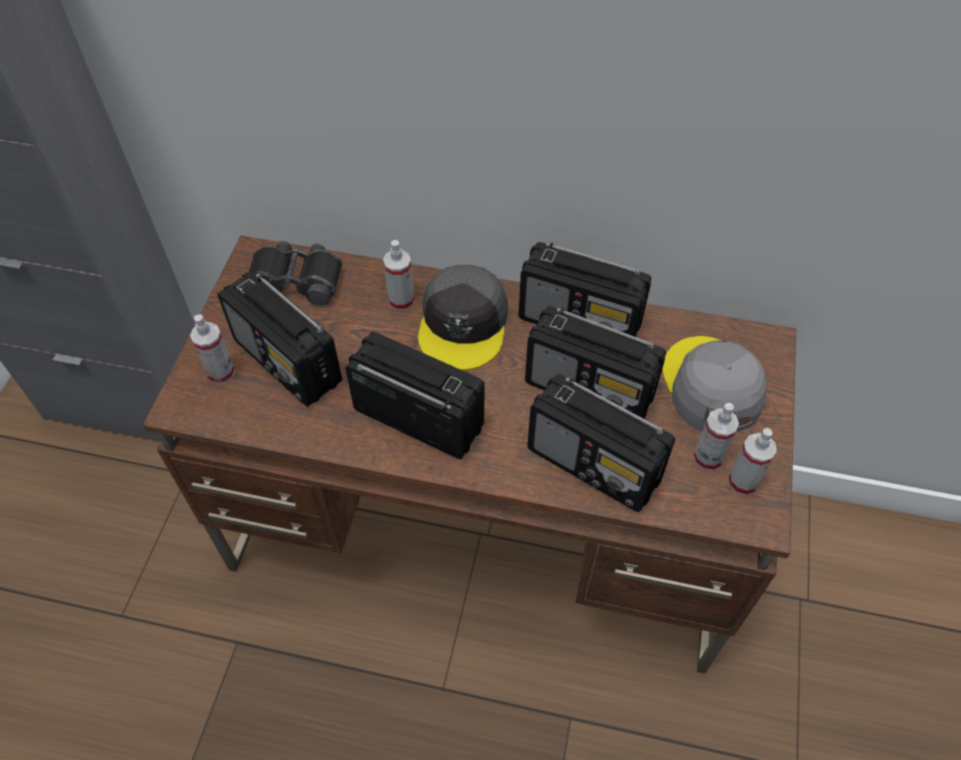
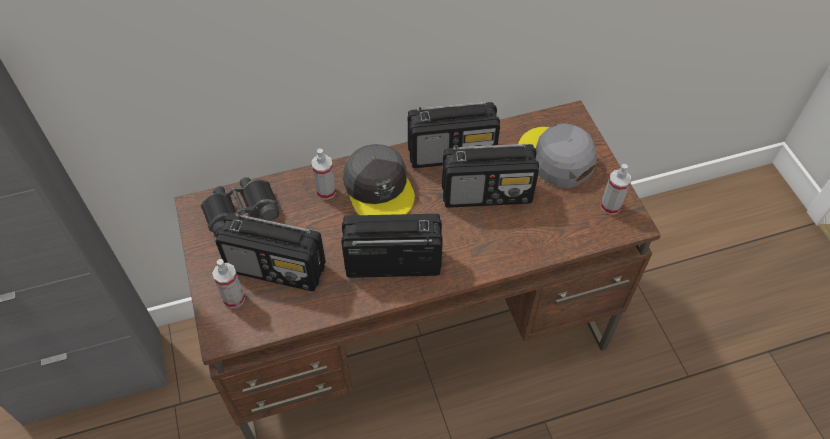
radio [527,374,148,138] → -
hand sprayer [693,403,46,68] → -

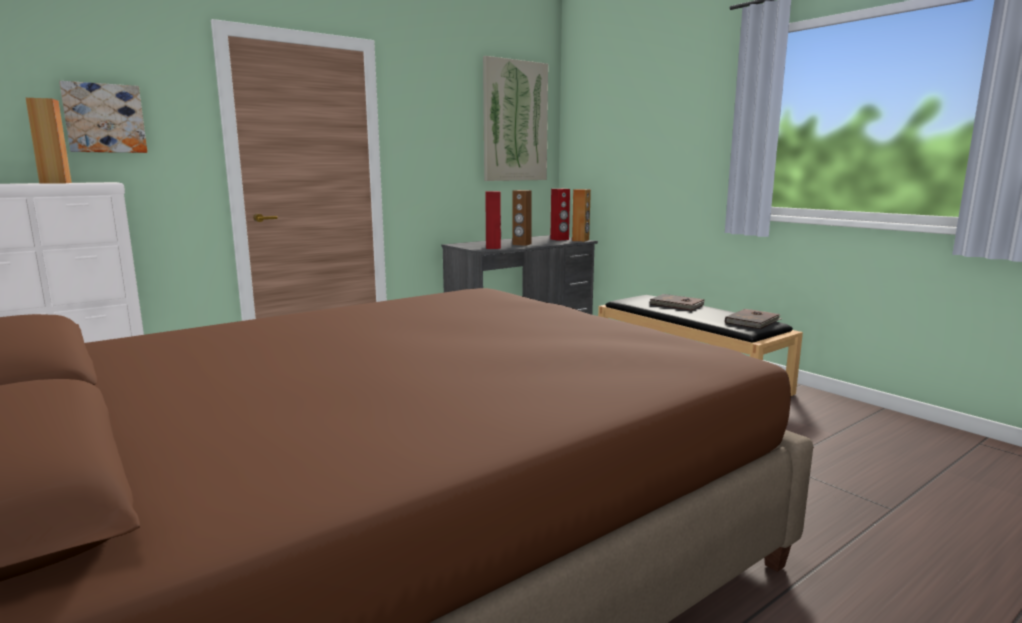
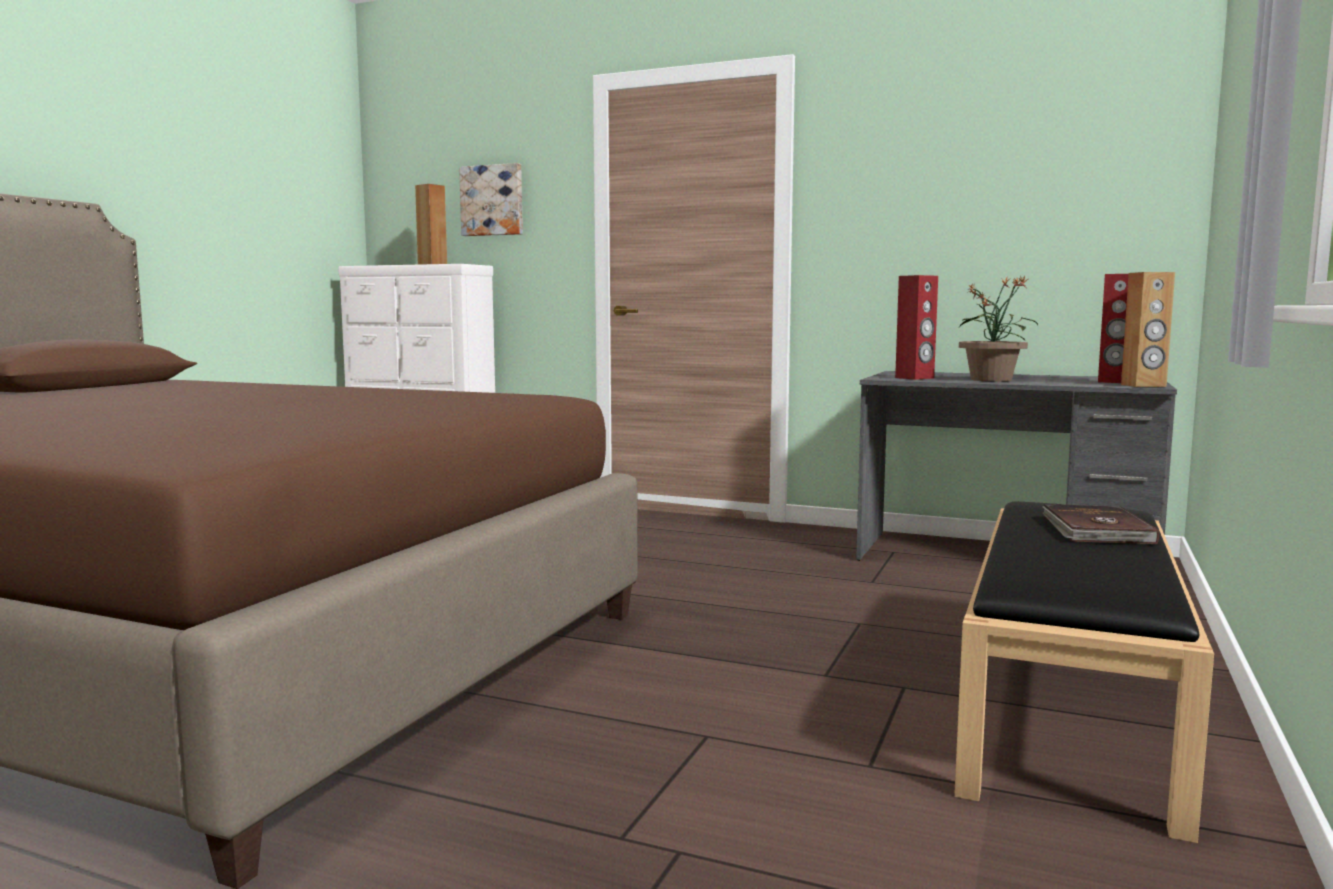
wall picture [483,56,65,125] → -
speaker/brown [512,190,20,56] → plant in a pot [959,276,79,105]
book/brown [725,309,58,20] → -

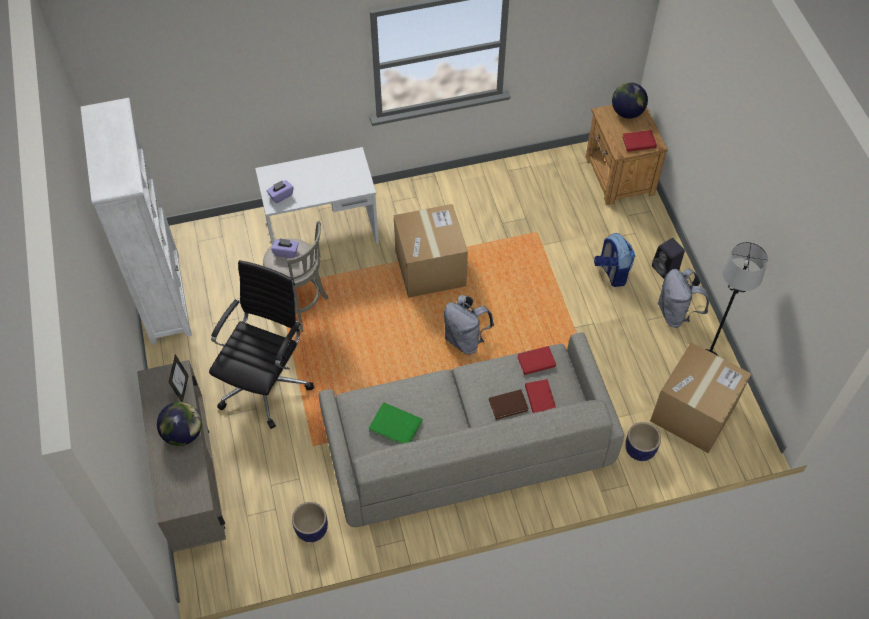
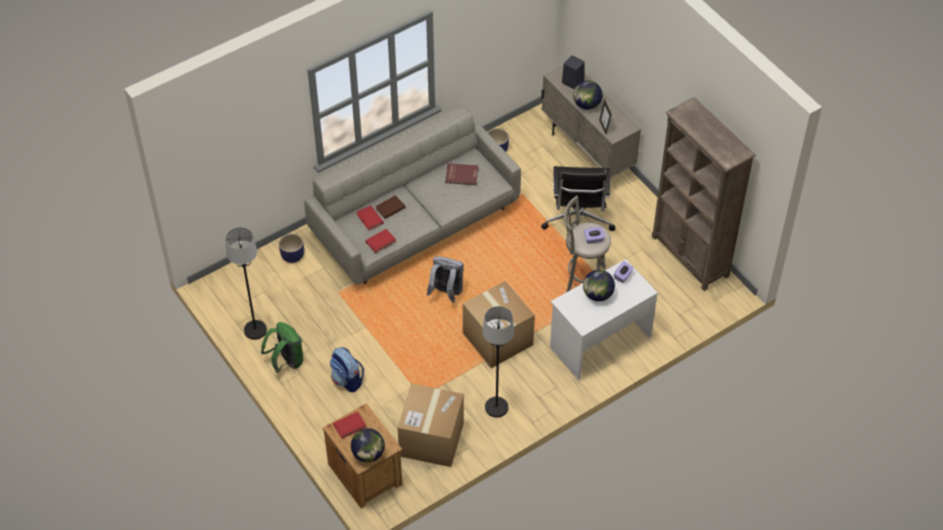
bookshelf/white-coloured [81,98,111,246] → bookshelf/brown [652,97,104,194]
speaker/black-coloured [652,238,33,40] → speaker/black-coloured [562,55,23,34], moved
knapsack/greyish [658,269,51,59] → knapsack/green-coloured [261,322,42,51]
carton [650,342,102,111] → carton [398,383,66,84], moved
book/green-coloured [368,402,55,42] → book/red [445,163,33,22]
- → globe [583,270,32,32]
- → standard lamp/black-coloured [482,306,32,111]

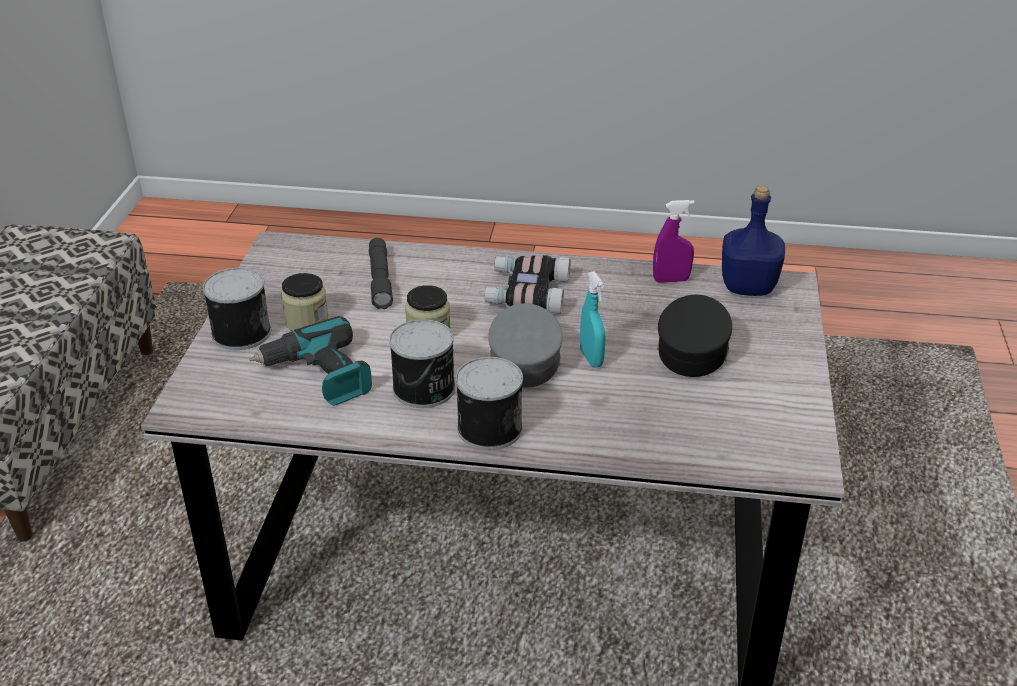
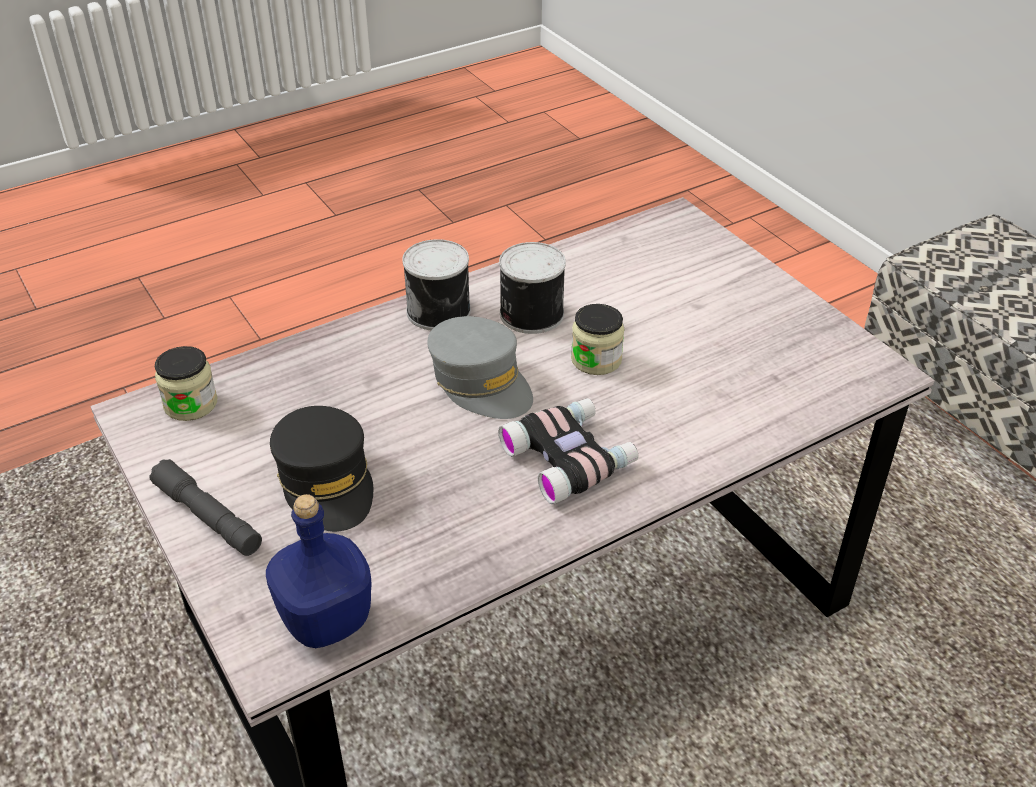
hand sprayer/purplish [653,200,42,83] → -
flashlight/greyish [369,238,24,71] → flashlight/greyish [149,459,113,97], moved
can [203,268,68,82] → -
hand sprayer/turquoise-coloured [580,271,26,96] → -
storage jar [281,273,48,58] → storage jar [155,346,62,75], moved
drill [249,316,123,90] → -

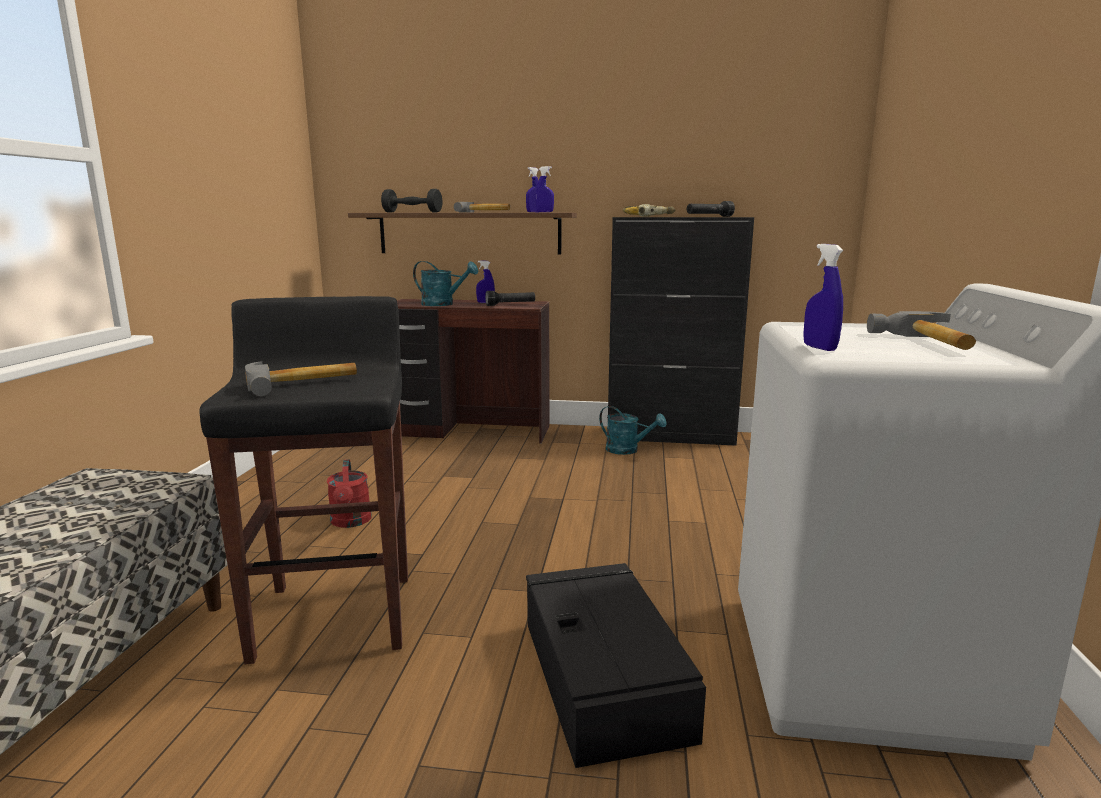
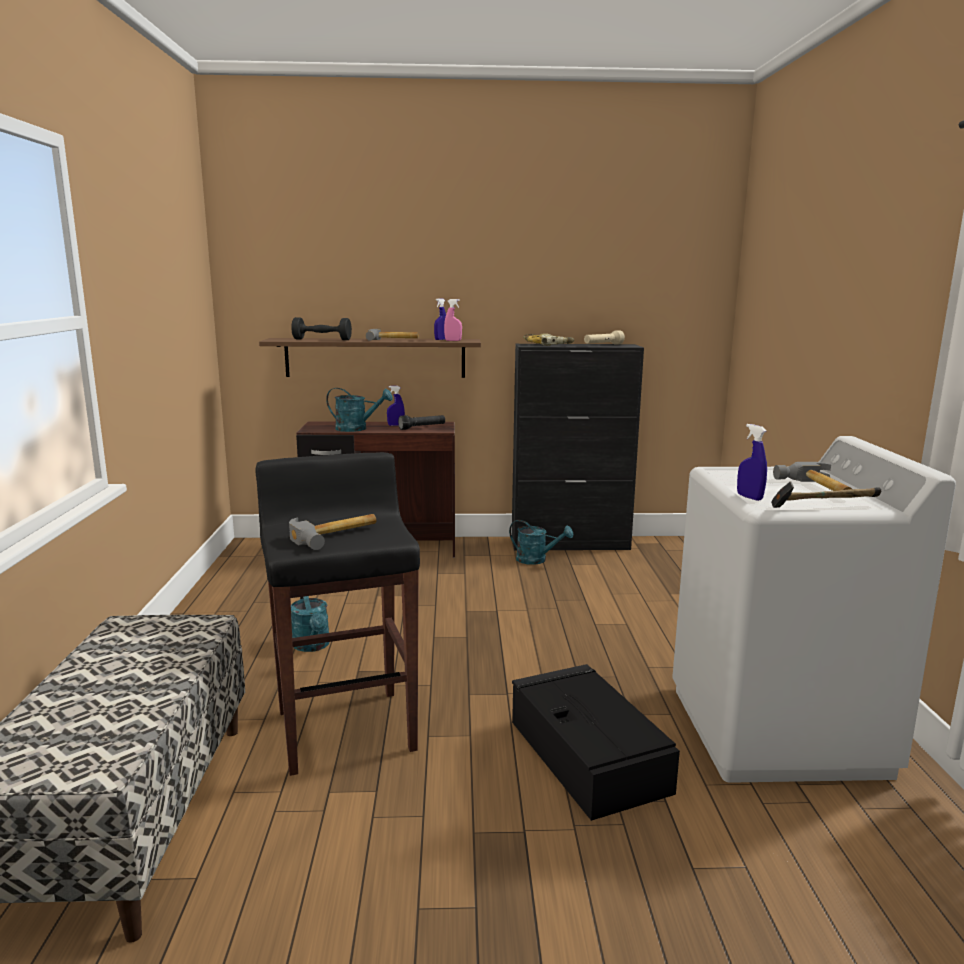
hand sprayer/blue-coloured [536,166,18,46] → hand sprayer/pink-coloured [444,299,18,42]
flashlight/black-coloured [687,201,48,16] → flashlight/beige-coloured [584,330,41,15]
watering can/red [327,459,45,69] → watering can/turquoise-coloured [291,596,39,56]
- → hand hammer [771,481,110,27]

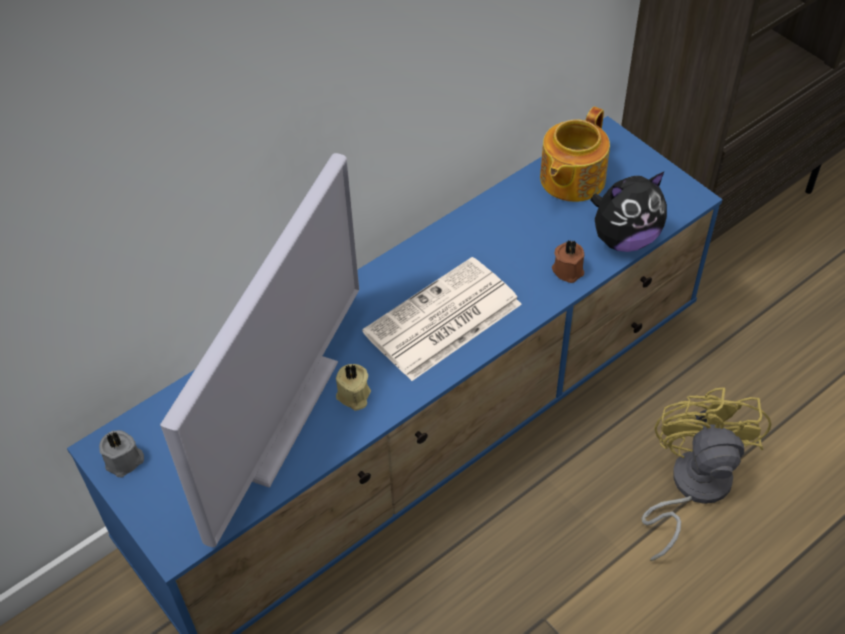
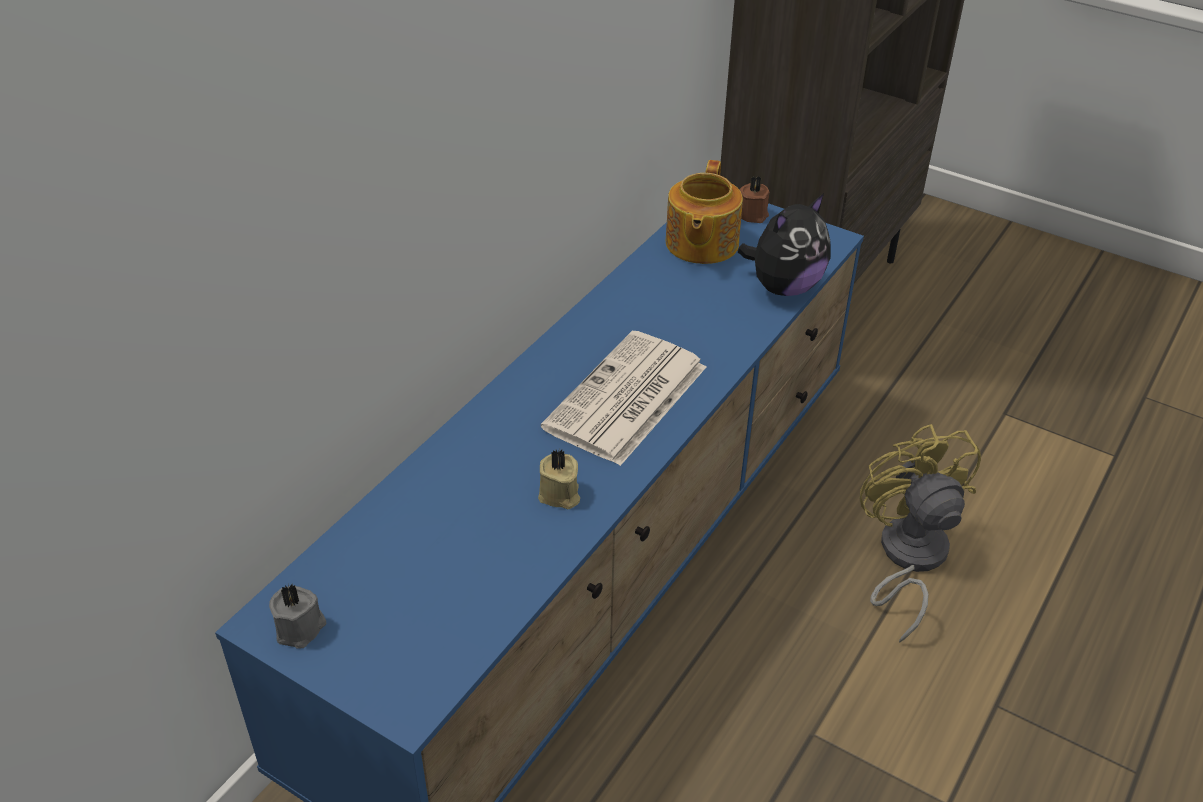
TV [160,153,199,394] → -
candle/brown [552,239,32,44] → candle/brown [739,176,31,47], moved

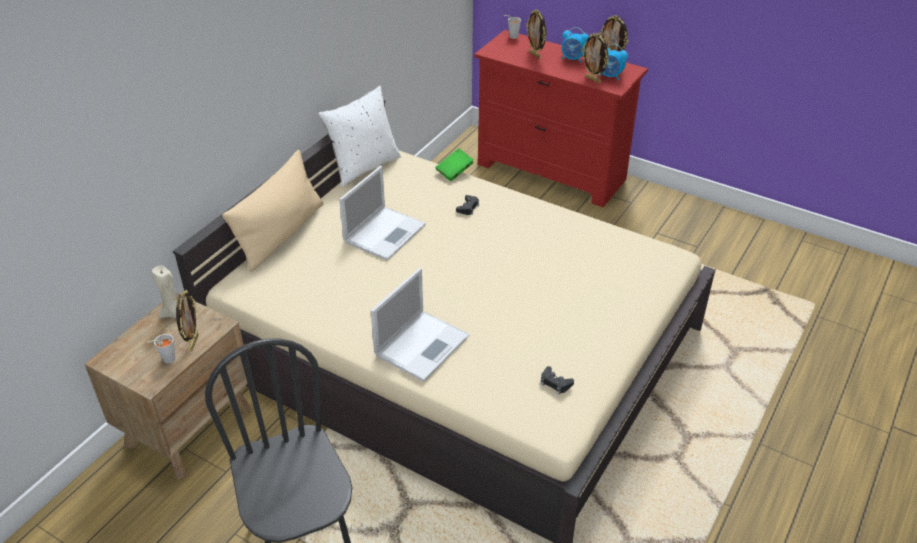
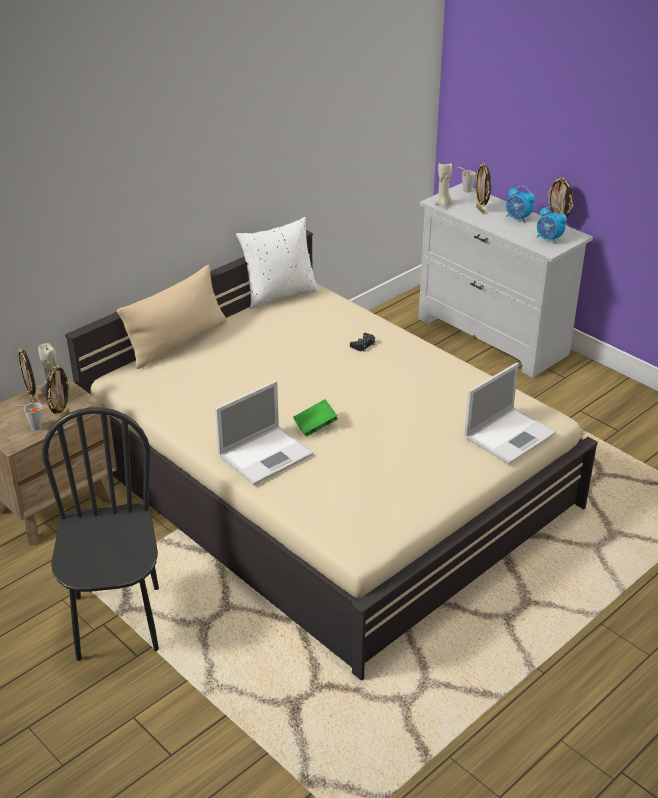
drawer chest/red [474,30,174,177] → drawer chest/white-coloured [418,183,175,195]
photo frame [582,33,27,50] → photo frame [18,349,18,54], moved
book/green-coloured [435,148,39,33] → book/green-coloured [293,399,45,38], moved
notebook computer [339,166,87,95] → notebook computer [464,363,92,102], moved
gamepad/black-coloured [541,366,33,28] → -
- → candle/beige-coloured [435,162,17,46]

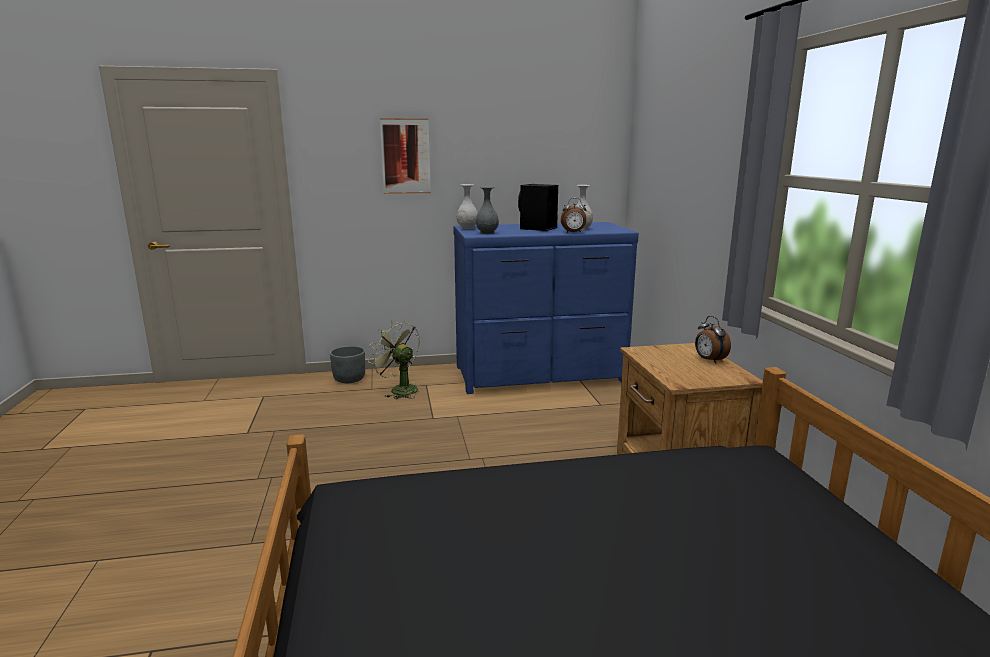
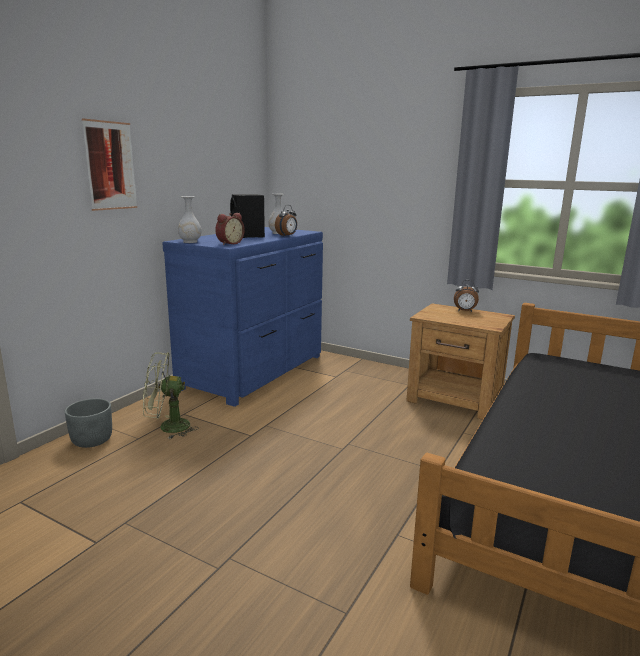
decorative vase/greyish [476,187,23,47] → bedside clock [215,213,30,32]

